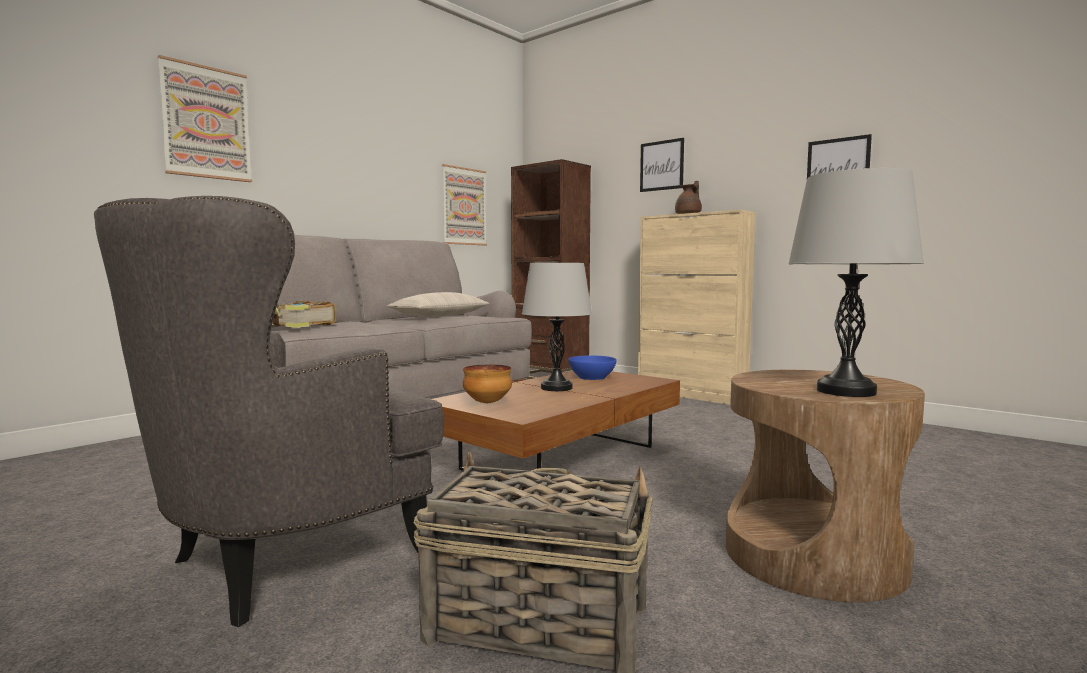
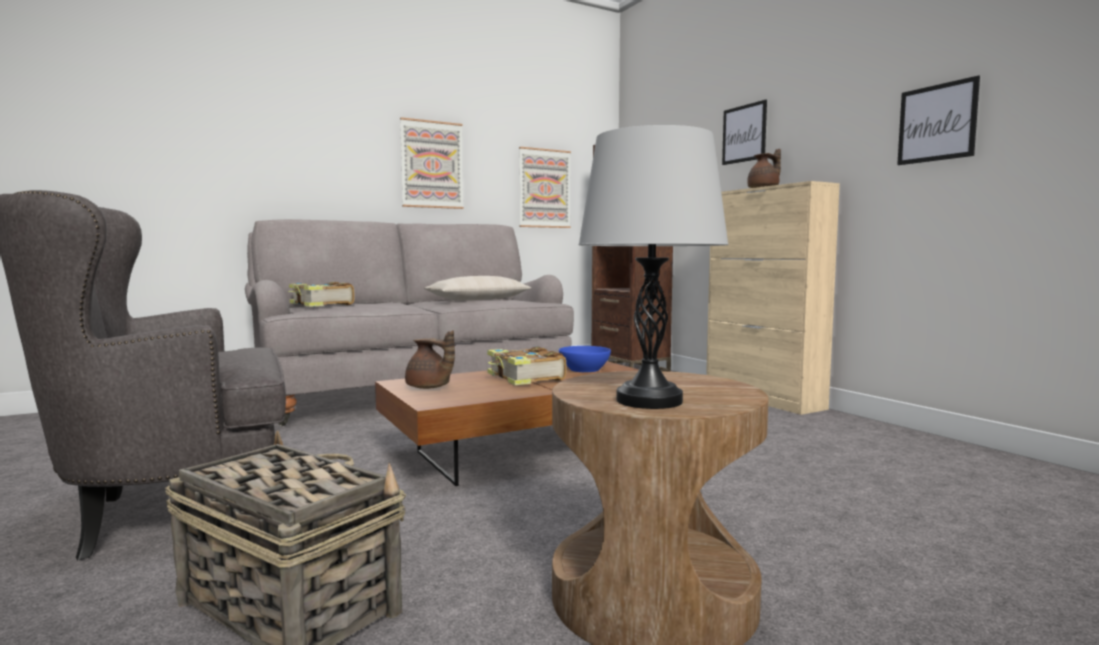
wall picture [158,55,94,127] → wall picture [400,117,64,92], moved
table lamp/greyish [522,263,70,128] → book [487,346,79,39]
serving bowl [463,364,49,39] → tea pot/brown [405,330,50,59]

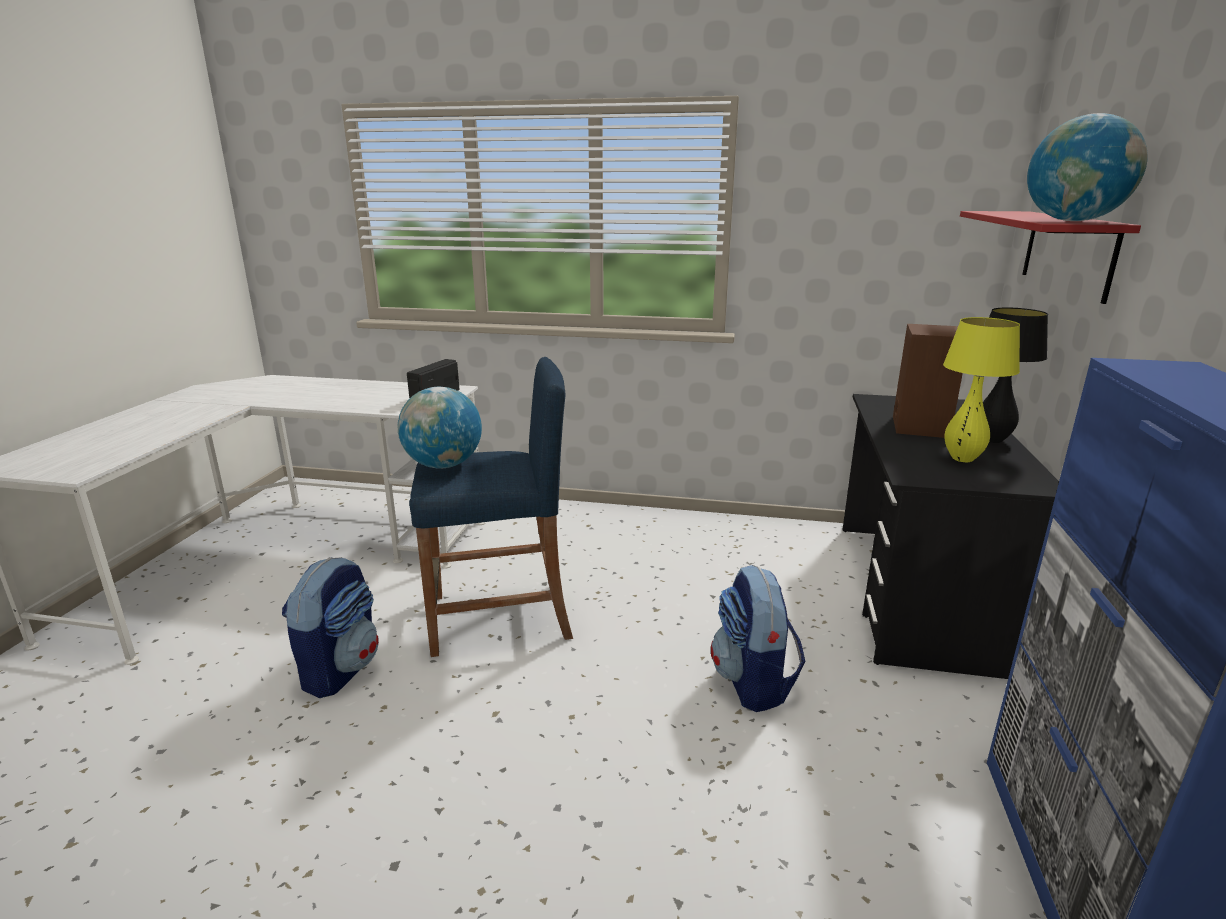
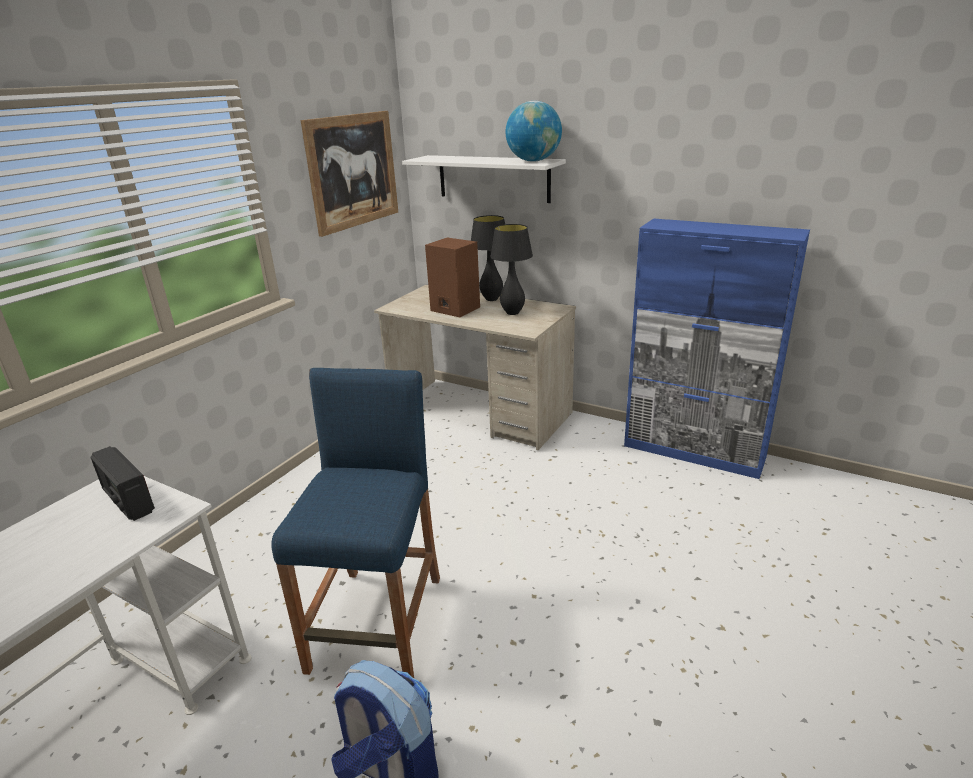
wall shelf/red [960,211,181,93] → wall shelf/white-coloured [402,155,164,48]
table lamp/yellow [943,317,77,145] → table lamp/black-coloured [490,224,43,91]
globe [398,387,84,82] → -
desk/black-coloured [842,394,217,285] → desk/beige-coloured [374,285,202,165]
knapsack [711,565,94,147] → -
- → wall picture [301,111,97,126]

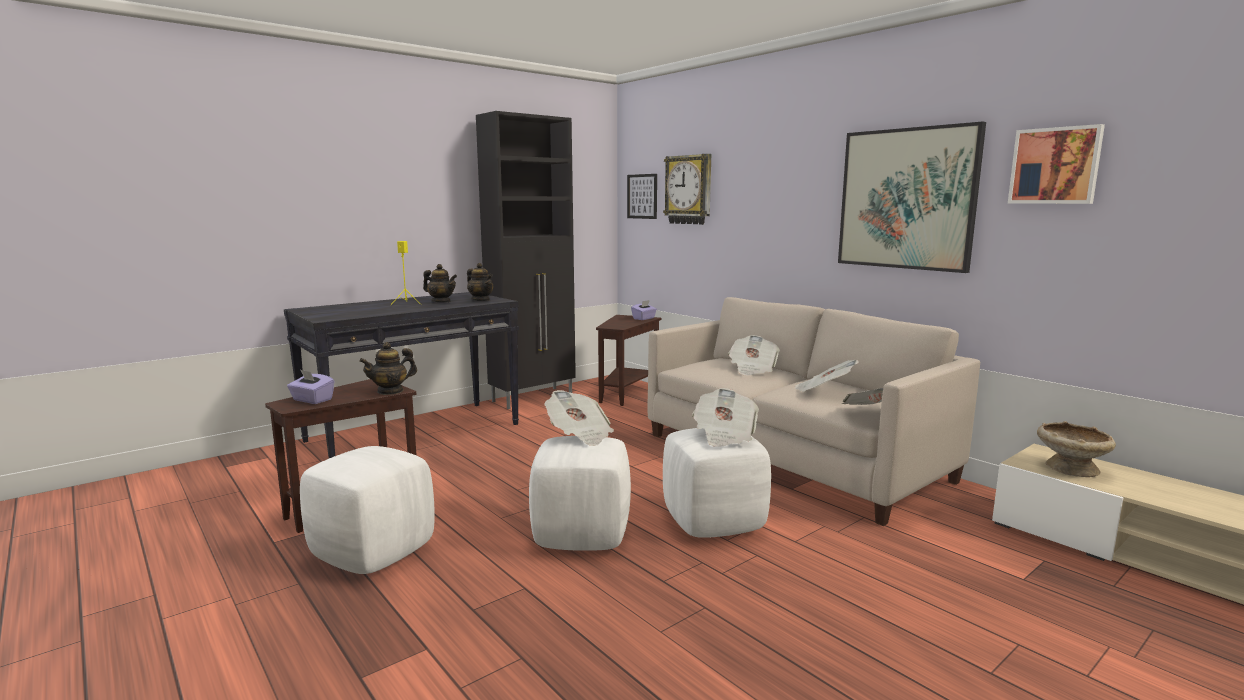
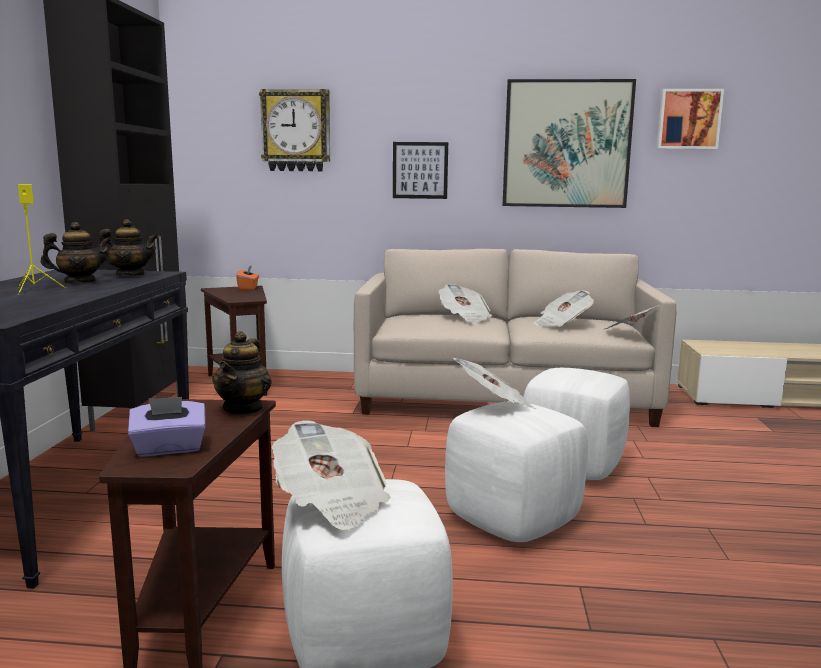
wall picture [627,174,30,45] → wall picture [393,142,55,57], moved
tissue holder/purplish [631,300,26,20] → tissue holder/orangey [236,265,23,25]
daily paper [692,388,67,59] → daily paper [272,420,119,110], moved
serving bowl/beige-coloured [1037,421,79,56] → -

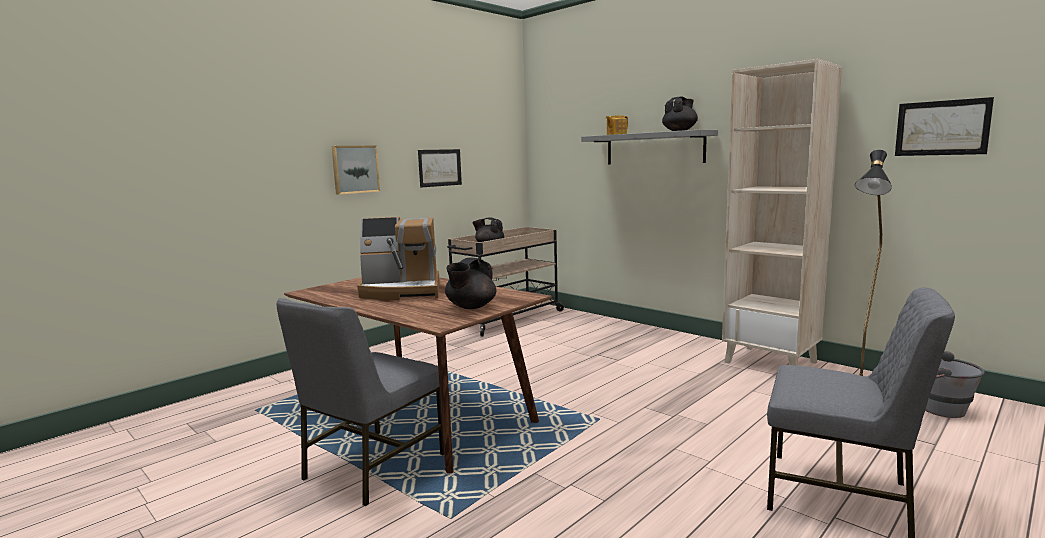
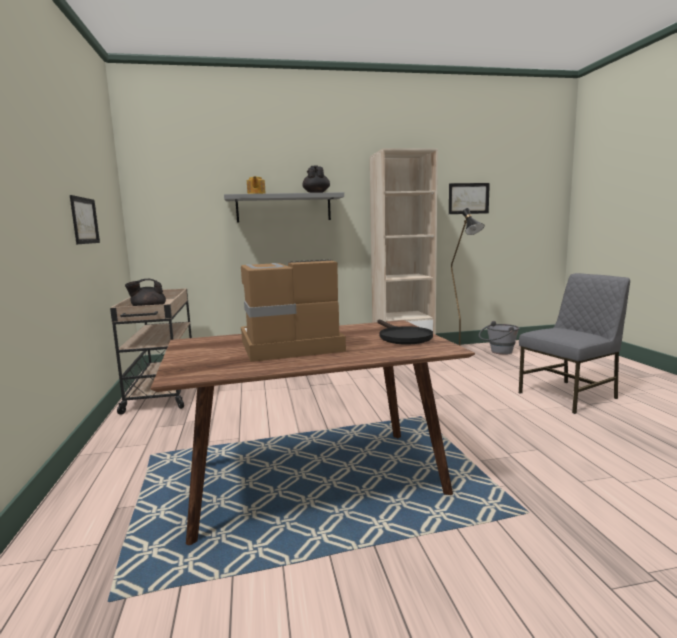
wall picture [332,145,48,49] → -
coffee machine [357,217,83,83] → coffee machine [241,259,105,103], 135 degrees counterclockwise
tea pot/black-coloured [445,257,51,52] → frying pan/black-coloured [377,320,56,24]
upright chair/greyish [276,298,168,208] → -

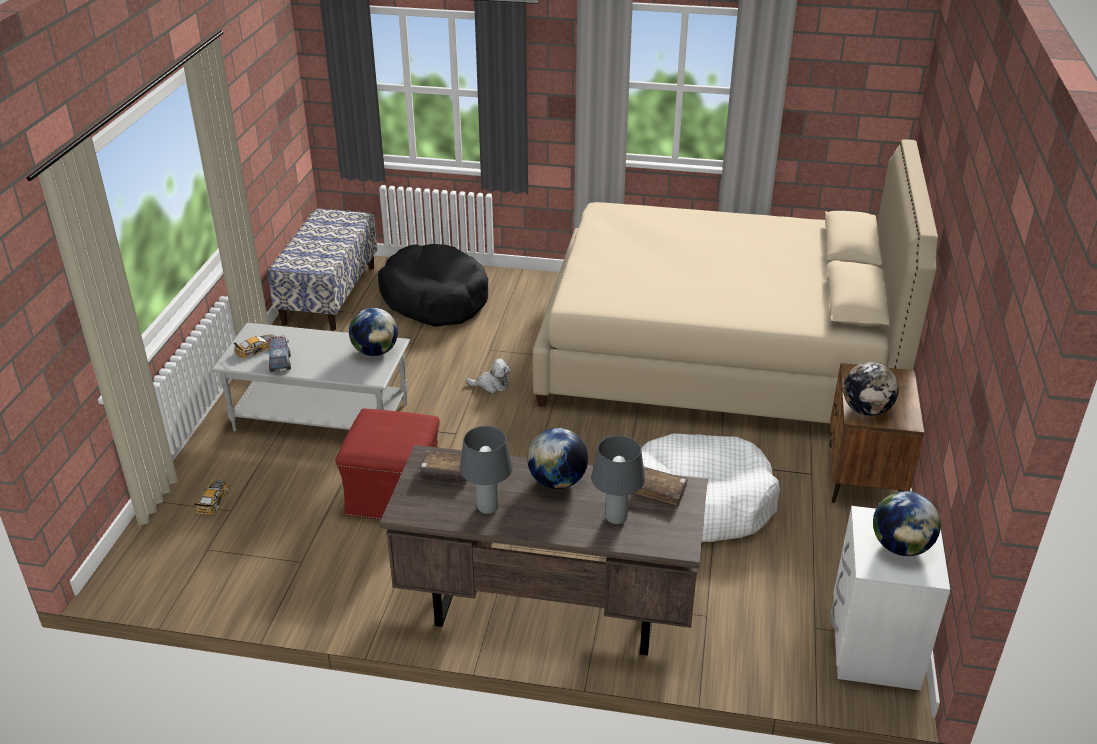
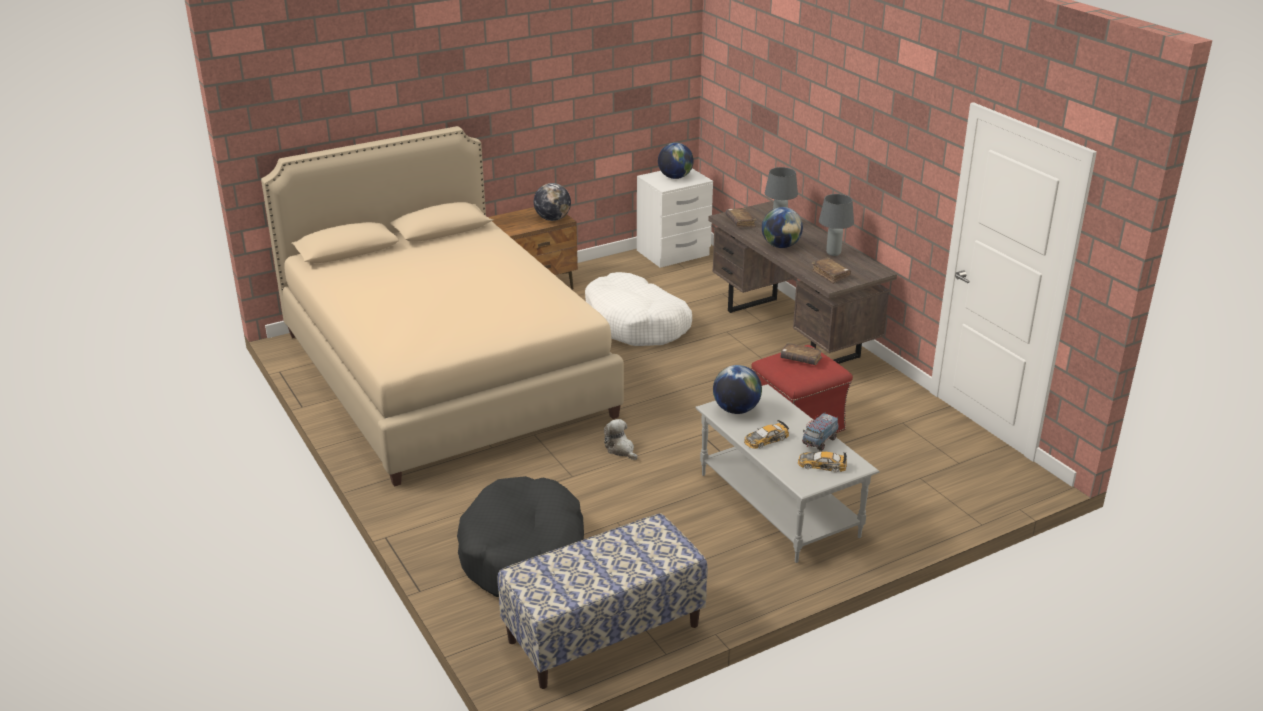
toy car [194,481,36,34] → toy car [744,420,45,29], moved
- → book/brown [780,343,43,22]

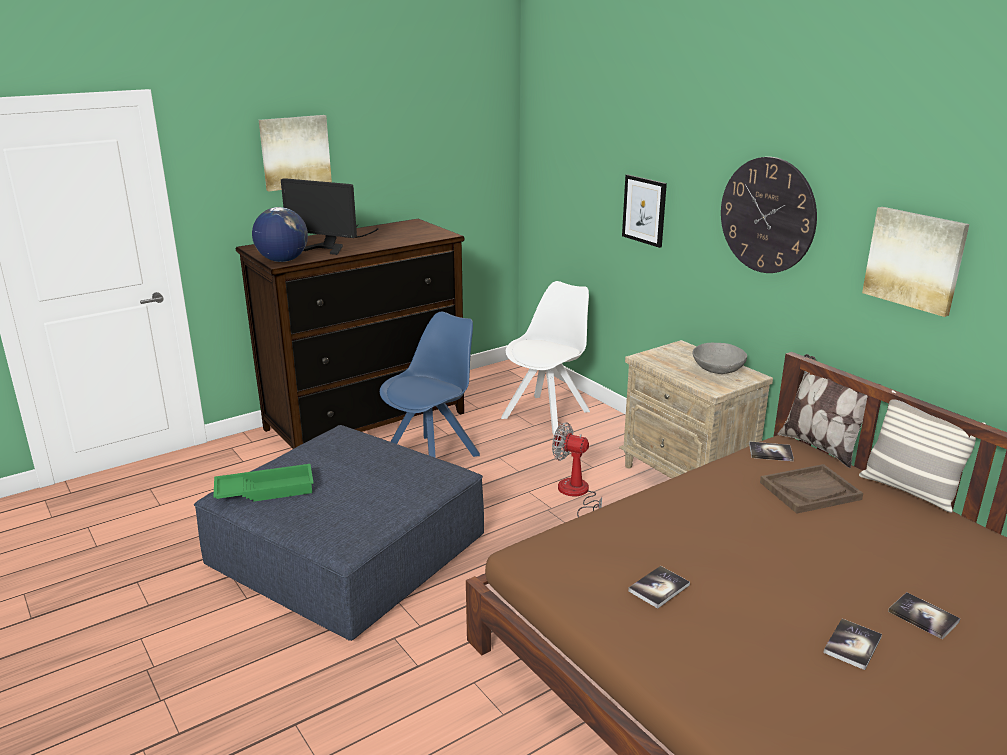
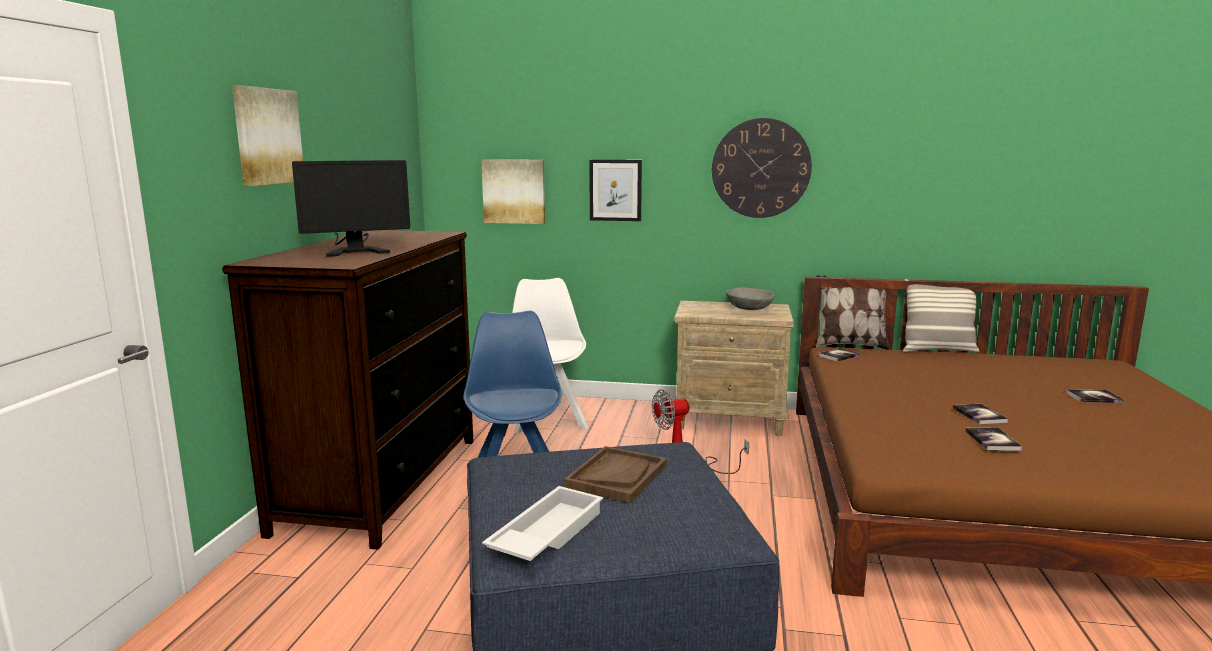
globe [252,207,56,55] → -
wall picture [862,207,107,110] → wall picture [481,159,64,65], moved
carrying tray/green-coloured [213,464,101,38] → carrying tray/white-coloured [482,486,121,75]
carrying tray/brown [760,464,103,50] → carrying tray/brown [564,446,103,57], moved
book [823,618,59,52] → book [953,404,56,20], moved

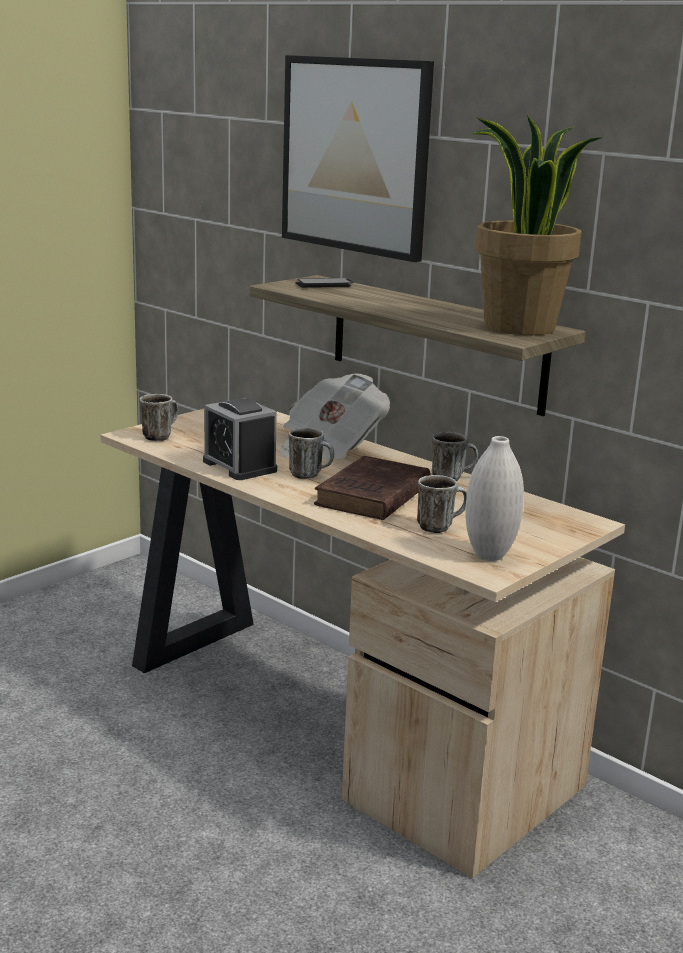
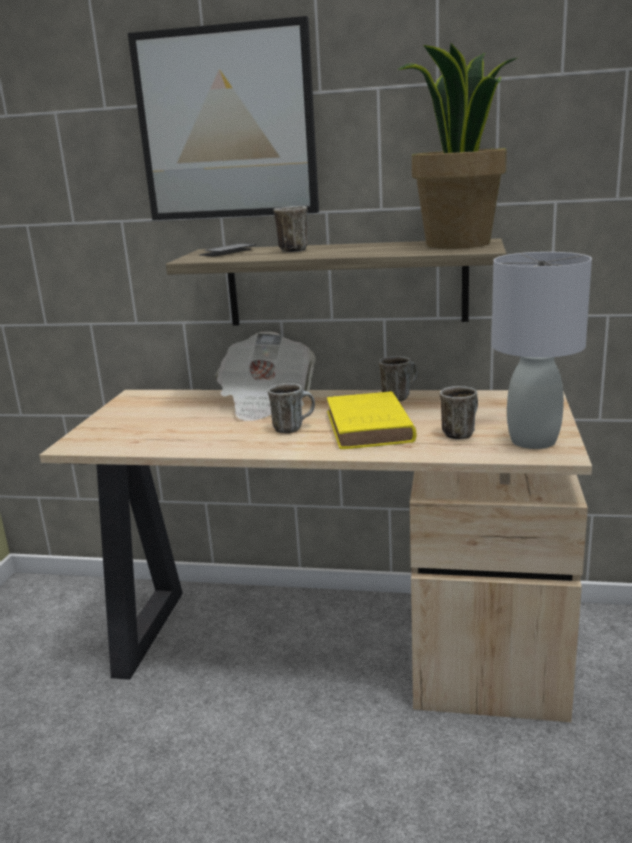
mug [139,394,39,47] → mug [273,206,35,46], moved
bedside clock [203,398,74,82] → -
decorative vase/white-coloured [465,436,59,125] → table lamp/greyish [491,252,101,197]
book/brown [314,456,117,64] → book/yellow [327,391,89,58]

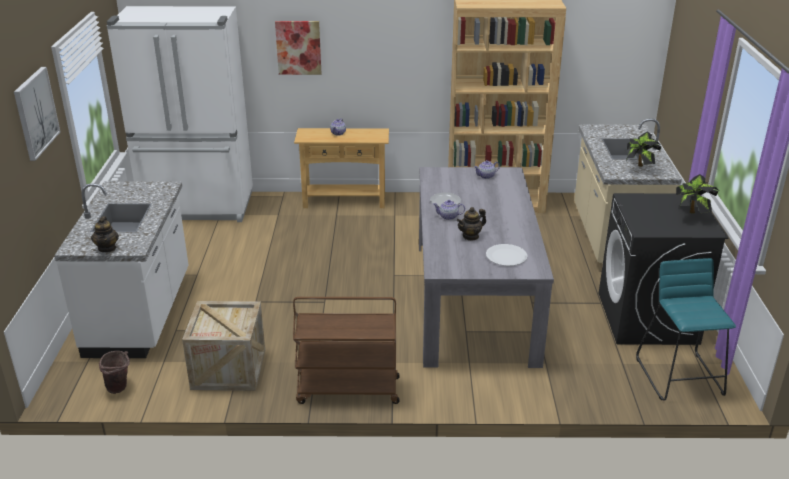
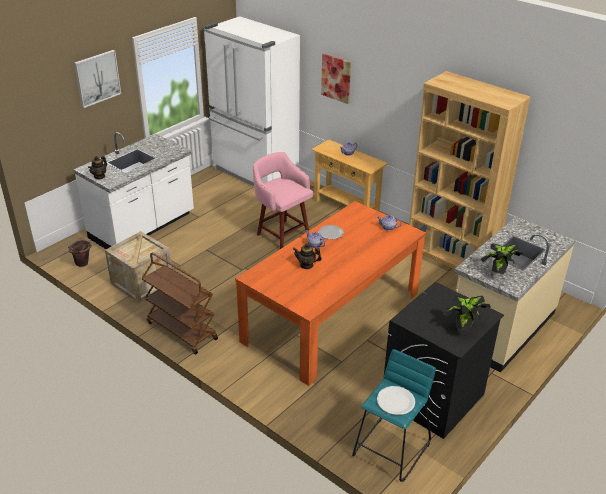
kitchen table/greyish [419,167,135,201] → kitchen table/orangey [235,201,191,185]
dinner plate/white-coloured [486,244,42,22] → dinner plate/white-coloured [377,386,38,29], moved
- → stool seat/pink-coloured [253,152,60,97]

